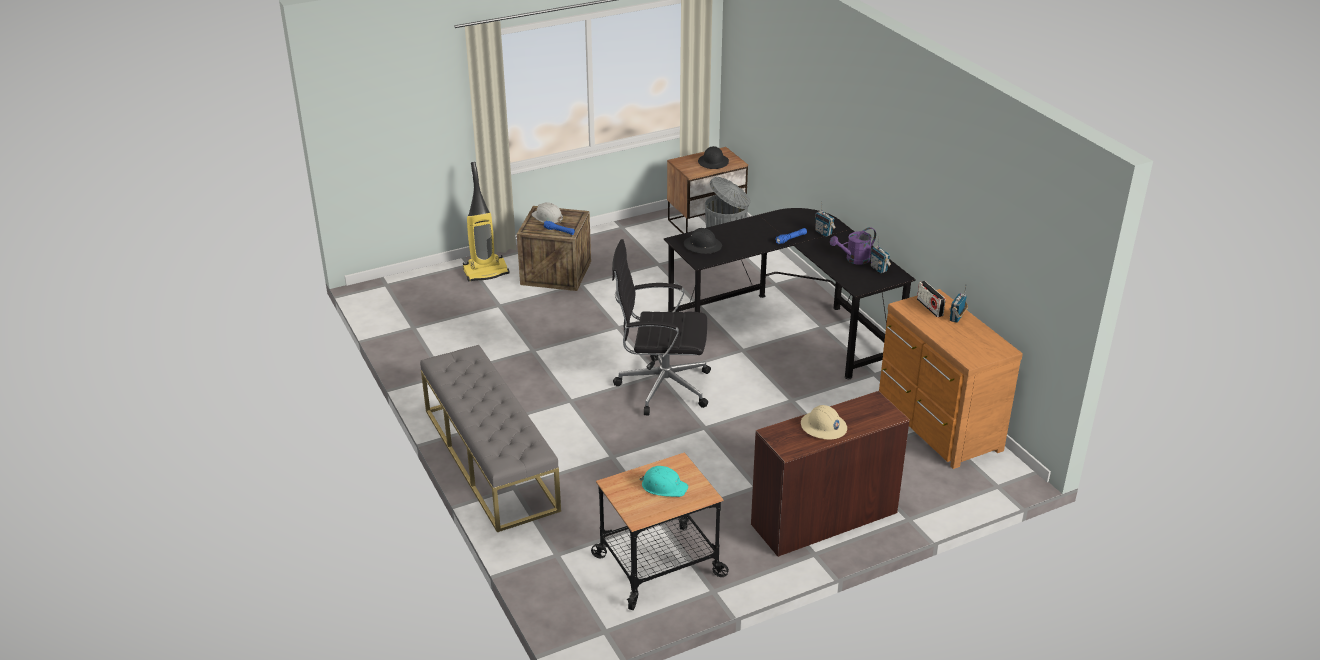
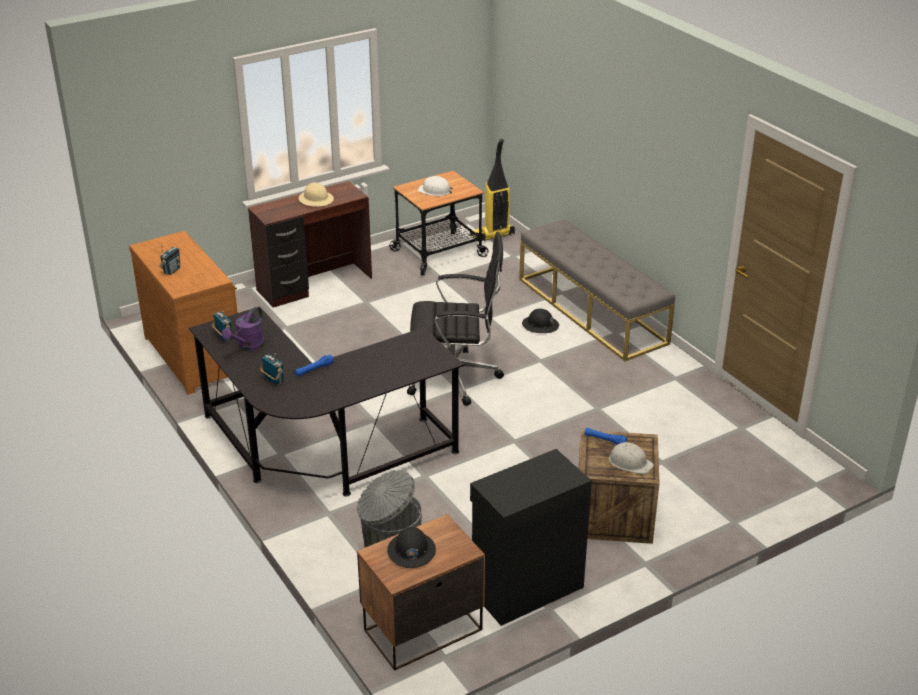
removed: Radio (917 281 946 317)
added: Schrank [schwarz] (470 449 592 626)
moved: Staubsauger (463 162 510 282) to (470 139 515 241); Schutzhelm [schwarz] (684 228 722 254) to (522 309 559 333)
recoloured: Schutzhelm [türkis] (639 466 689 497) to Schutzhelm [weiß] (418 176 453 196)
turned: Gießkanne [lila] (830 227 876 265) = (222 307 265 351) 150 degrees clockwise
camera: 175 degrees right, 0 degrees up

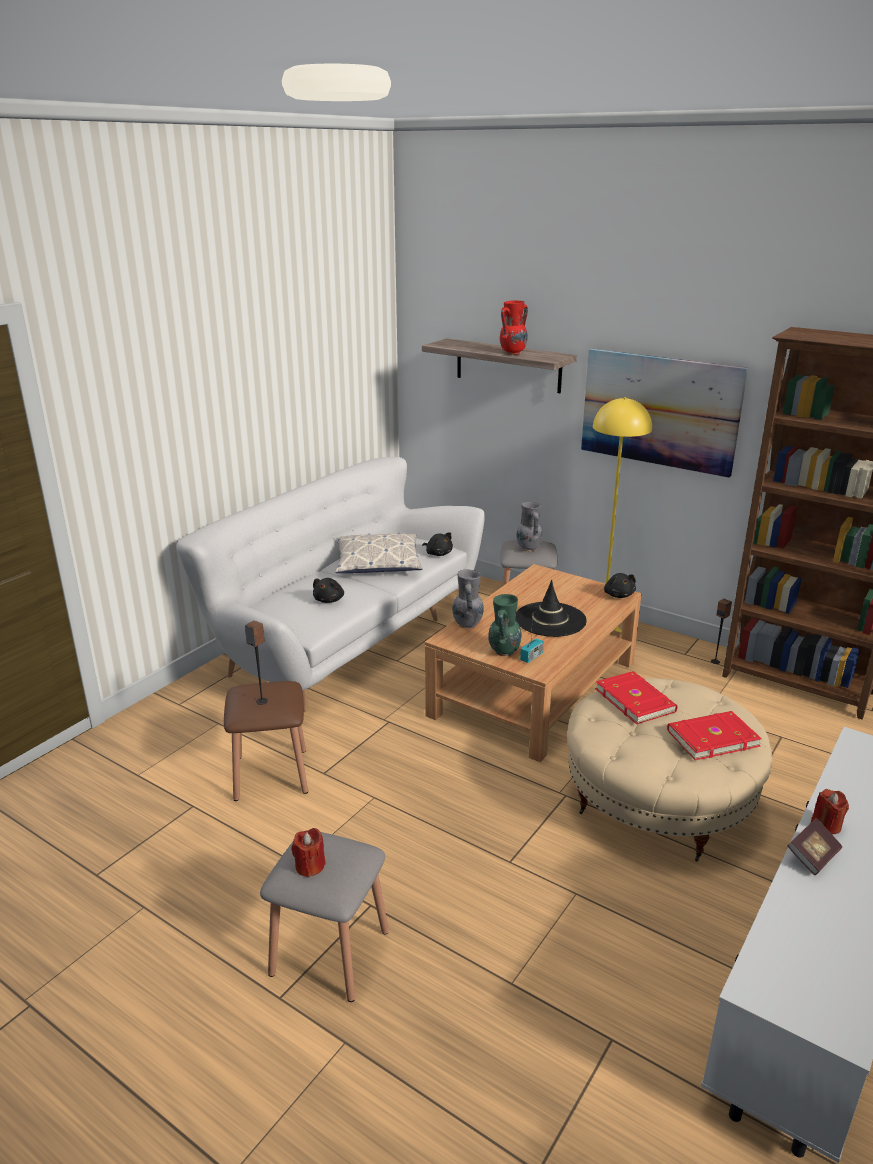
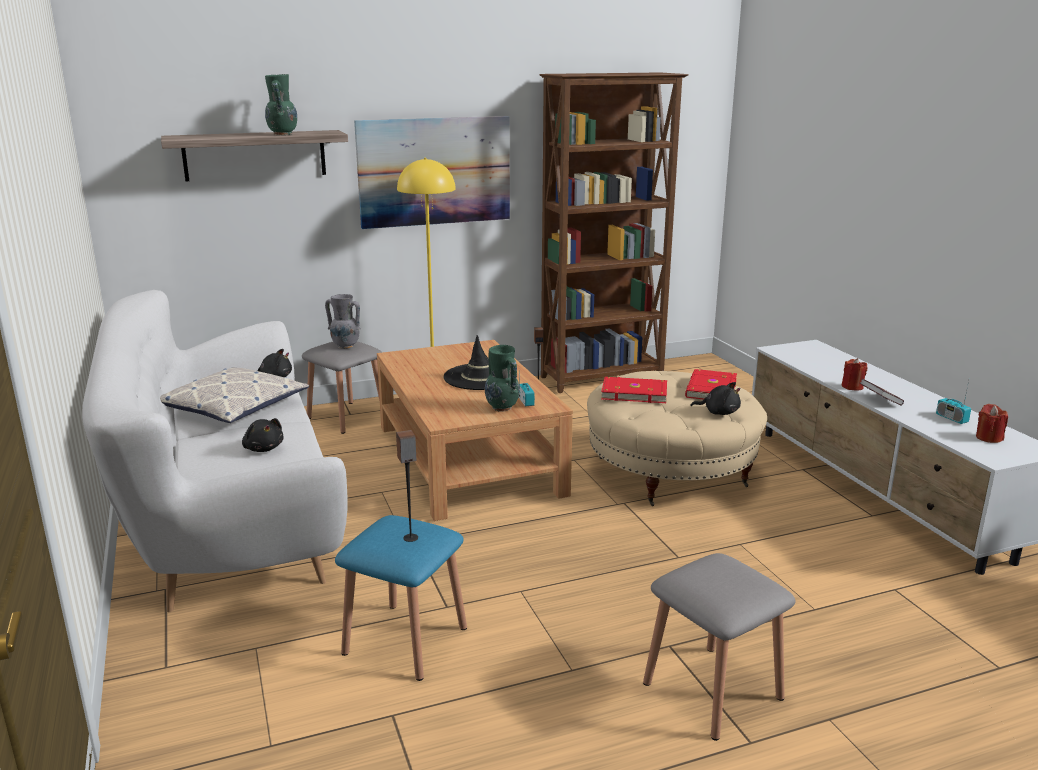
removed: Vase [grau] (452 569 484 628)
added: Radio (936 381 971 424)
moved: Kerze [rot] (291 828 326 878) to (976 404 1008 443); Plüschtier [schwarz] (604 573 636 598) to (690 382 741 415)
recoloured: Hocker [braun] (224 681 308 801) to Hocker [blau] (335 515 467 681); Vase [rot] (500 300 528 355) to Vase [grün] (265 74 297 135)
camera: 55 degrees left, 5 degrees down

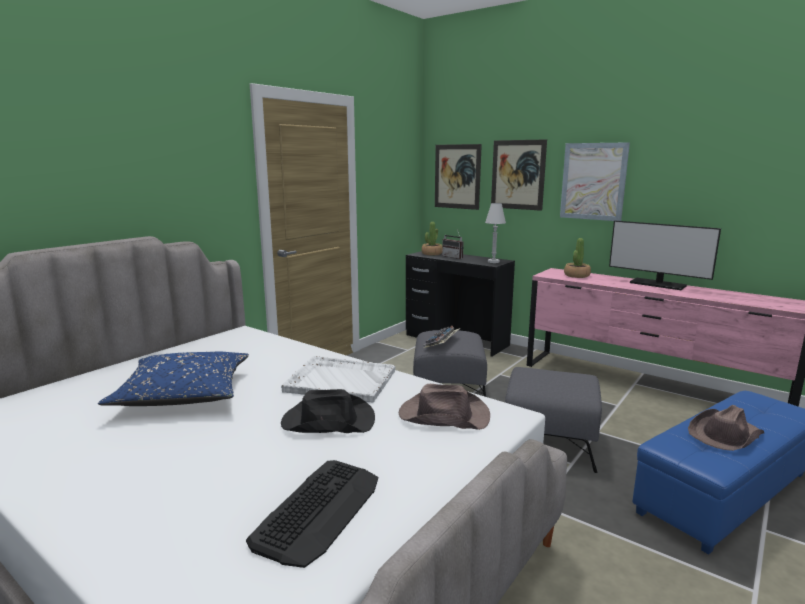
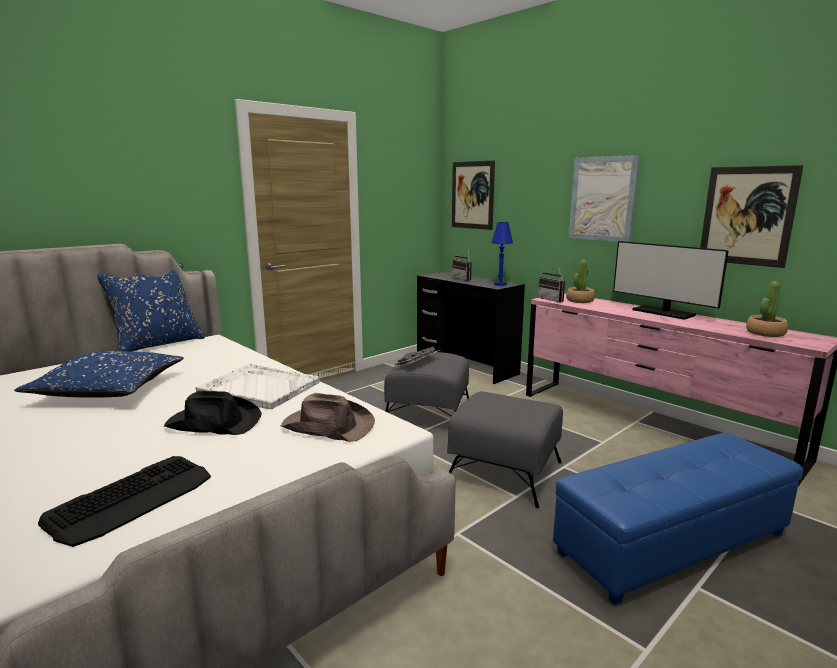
removed: Hut [braun] (688 405 764 451)
added: Kissen [blau] (97 263 205 352); Radio (538 265 565 303)
moved: Topfpflanze (422 222 442 255) to (746 281 788 337); Bild (491 139 547 211) to (700 165 803 268)
recoloured: Tischlampe [weiß] (485 203 506 263) to Tischlampe [blau] (491 222 513 286)
camera: 10 degrees right, 0 degrees up

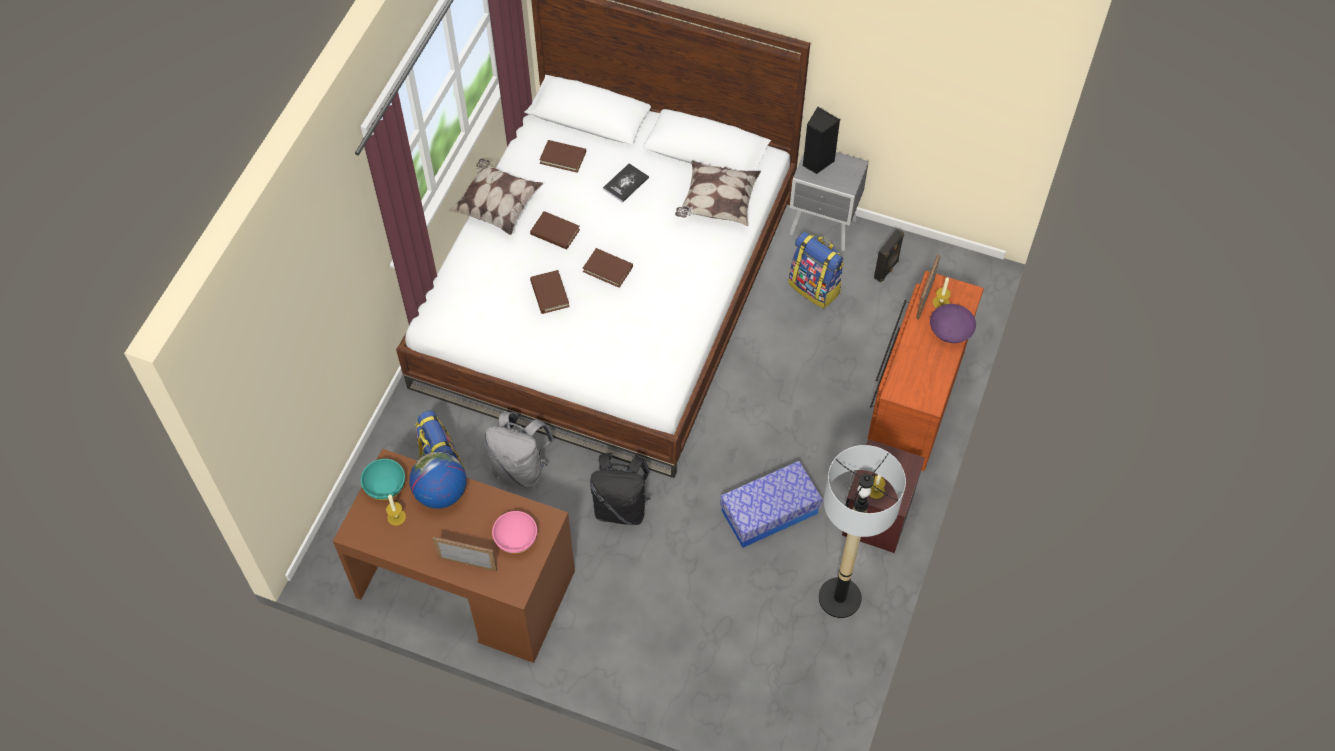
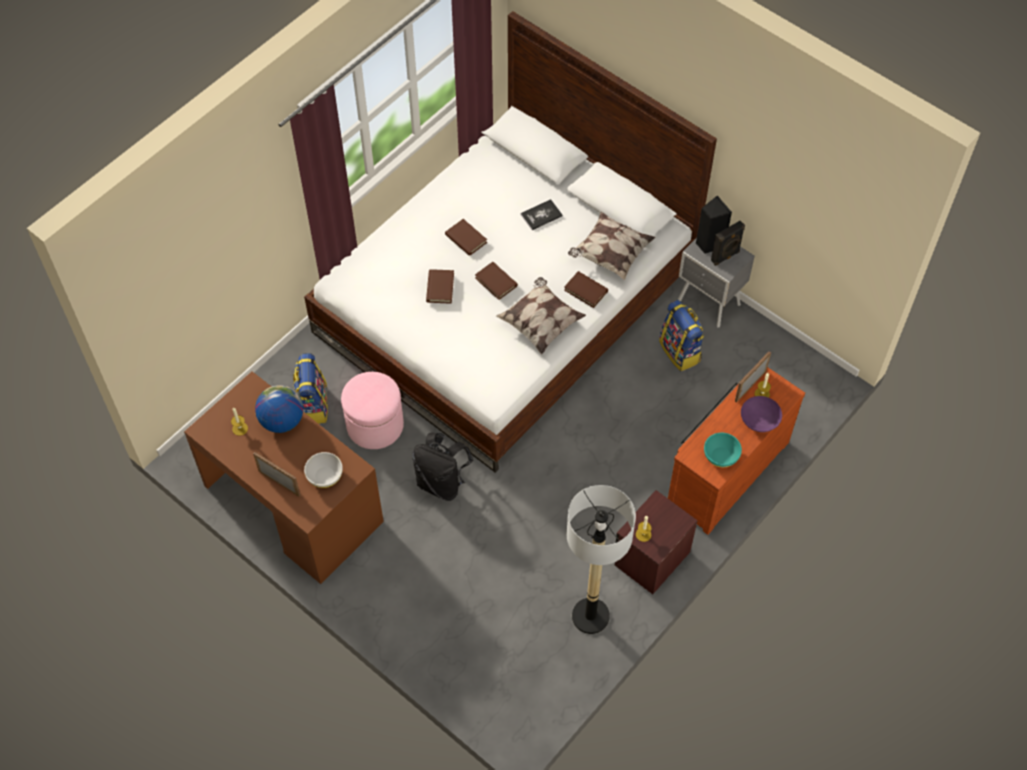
removed: Aufbewahrungsbox (720 461 823 548)
moved: Schüssel [türkis] (361 459 405 500) to (704 433 742 467); Kissen (448 158 543 235) to (496 277 586 354); Buch [braun] (539 140 586 173) to (564 271 608 308); Lautsprecher [schwarz] (874 229 904 282) to (711 221 745 266)
replaced: Rucksack [grau] (485 412 554 488) to Polsterhocker [rosa] (341 372 404 449)
recoloured: Schüssel [rosa] (492 511 537 554) to Schüssel [weiß] (304 452 343 488)
camera: 20 degrees right, 0 degrees up

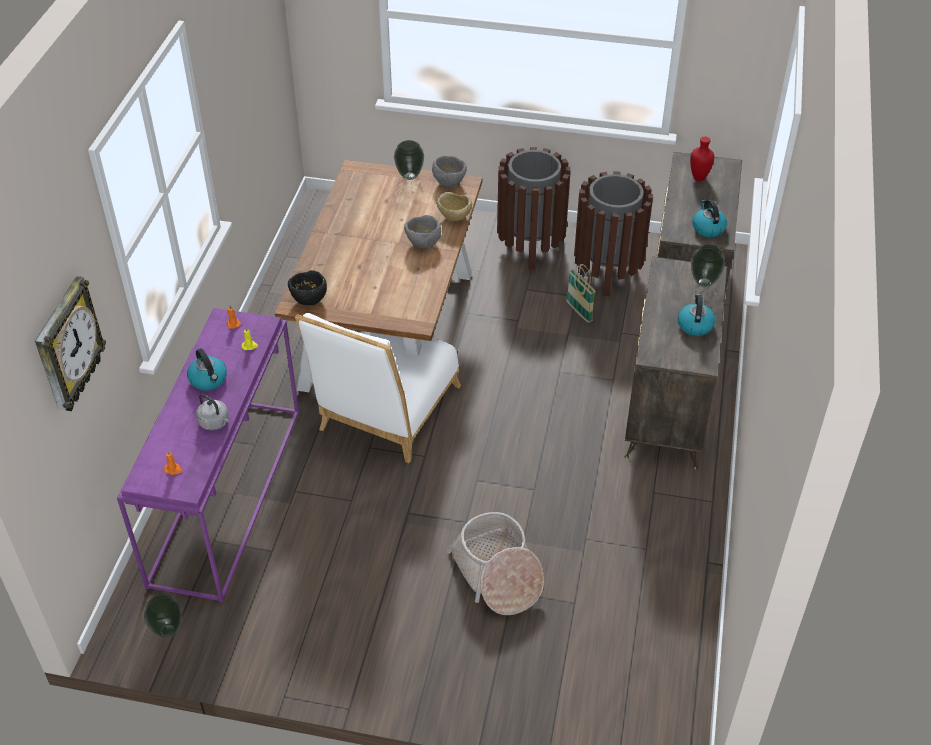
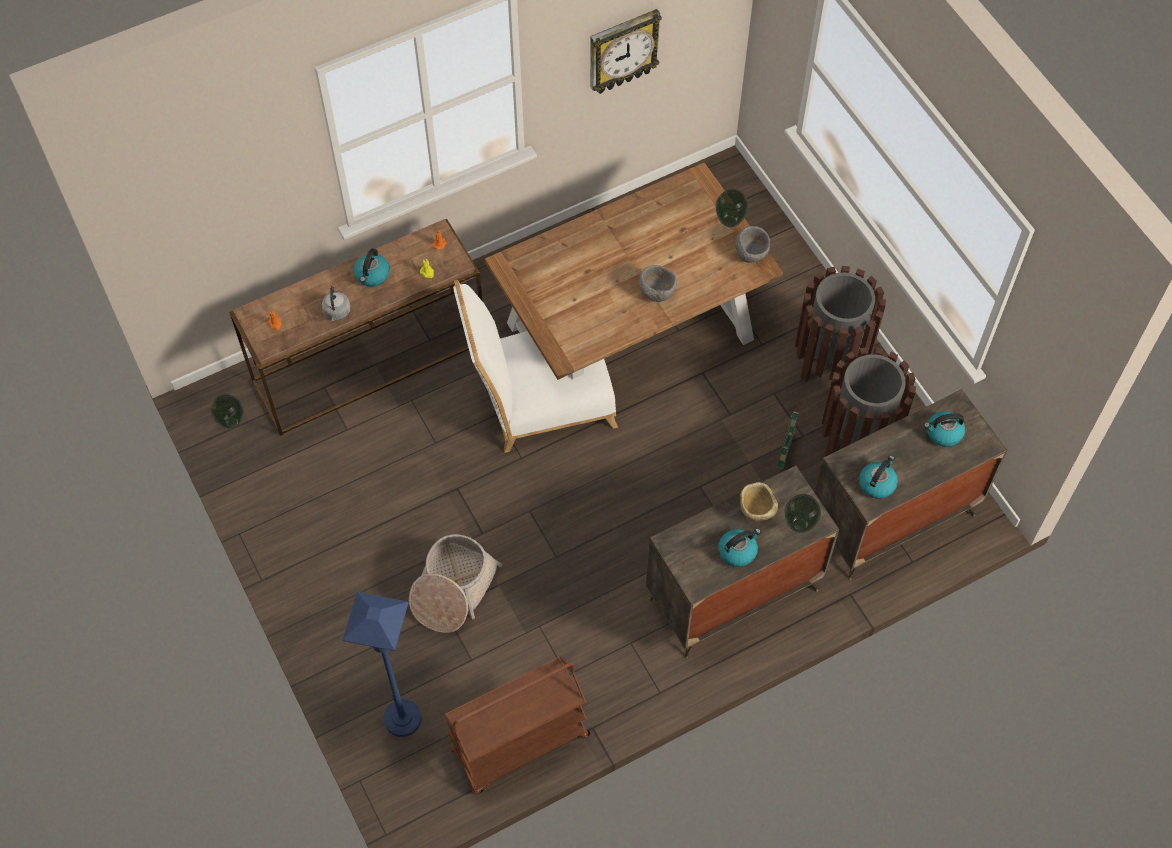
removed: Schüssel [schwarz] (288 270 327 305)
added: Stehlampe [blau] (343 592 421 737); Rollwagen [braun] (444 656 590 795)
moved: Wanduhr (35 276 106 411) to (590 9 662 94); Schüssel [beige] (436 192 472 221) to (740 482 778 521)
replaced: Vase [rot] (690 136 714 181) to Wasserkessel (924 411 965 447)
recoloured: Konsolentisch [lila] (117 308 299 602) to Konsolentisch [braun] (229 219 482 436)
camera: 50 degrees right, 15 degrees up

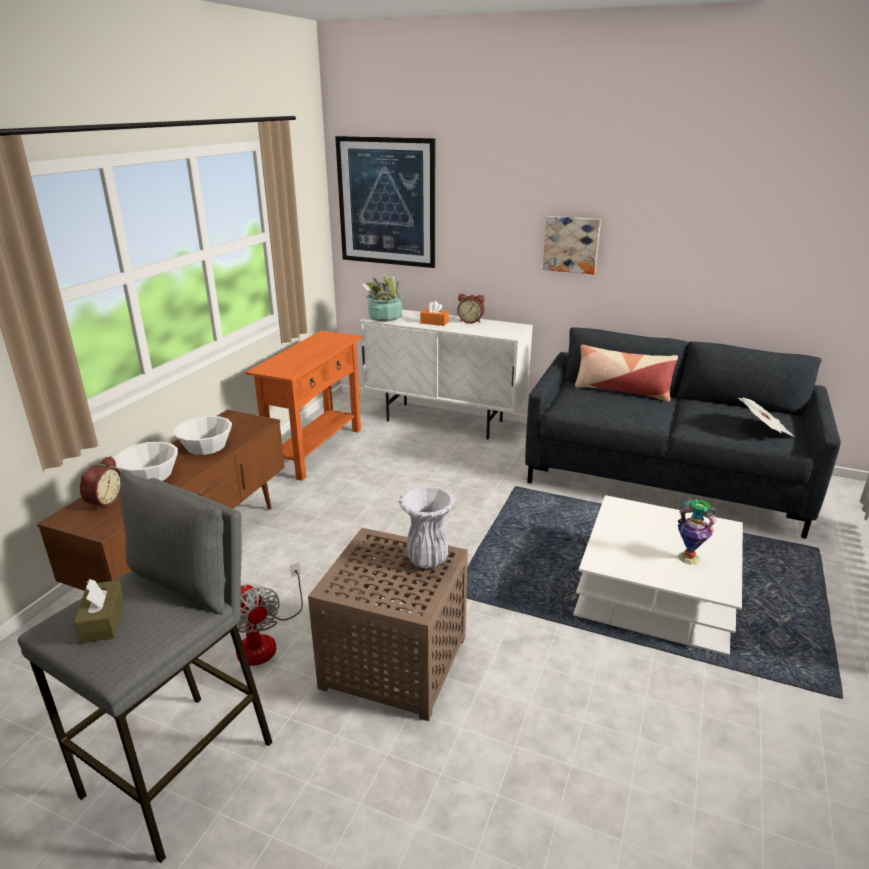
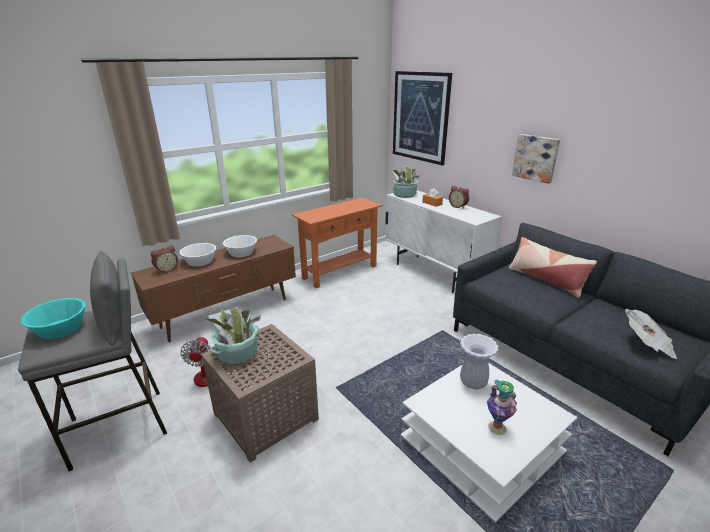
added: Topfpflanze (206 307 261 364)
moved: Vase [weiß] (399 486 455 569) to (460 334 499 390)
replaced: Taschentuchbox [braun] (74 579 125 643) to Schüssel [türkis] (21 298 85 339)
camera: 30 degrees right, 0 degrees up

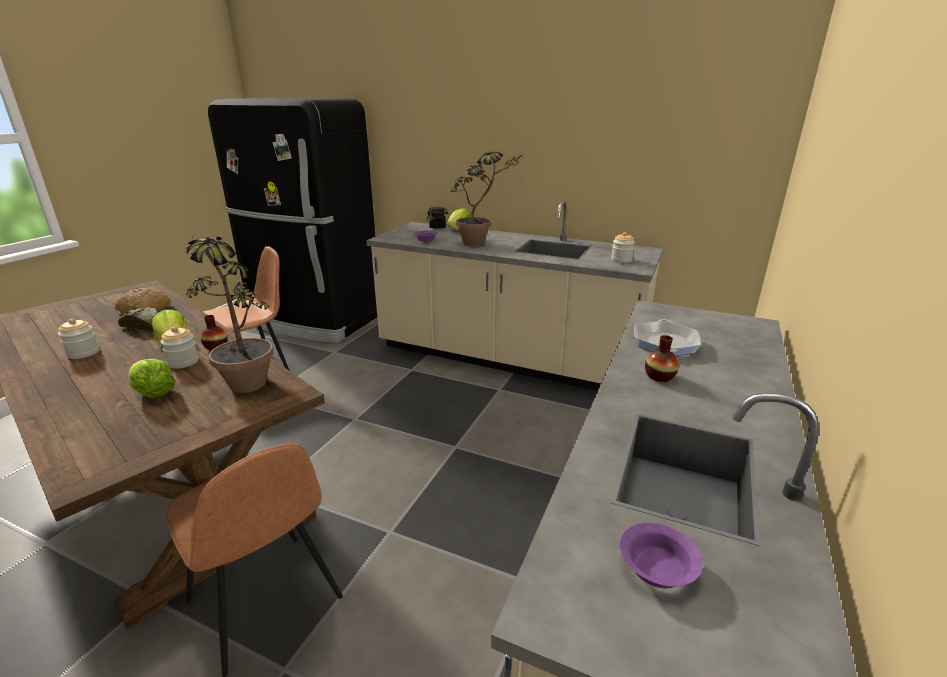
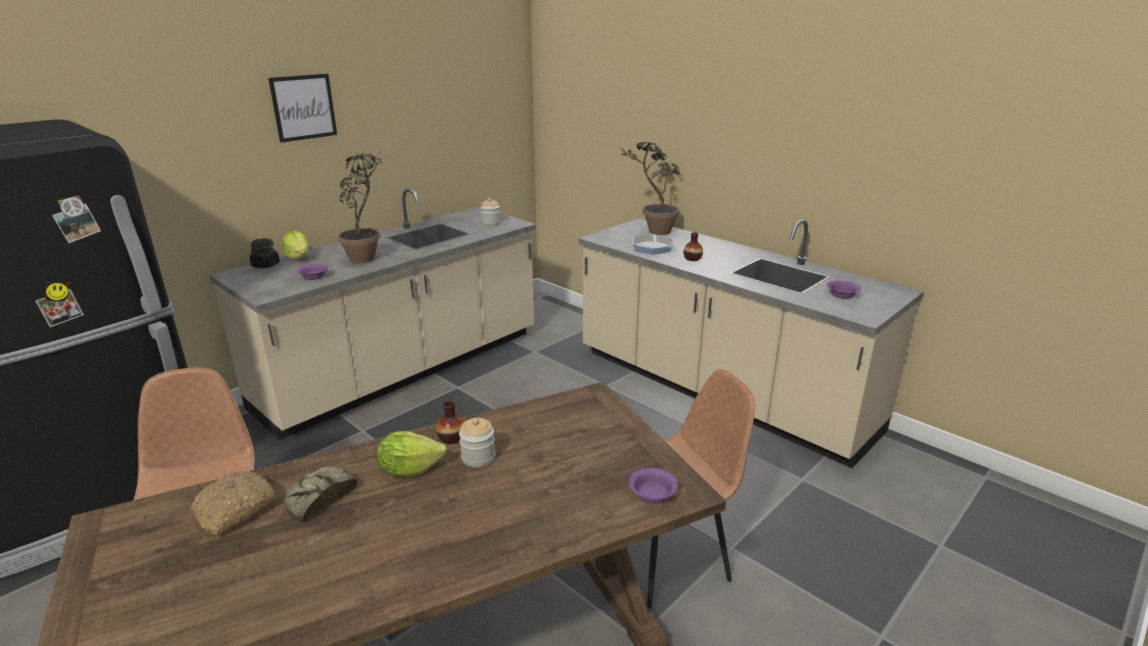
removed: Vorratsglas (58 319 99 359); Salatkopf (128 359 176 398)
added: Bild (268 74 337 143); Schüssel [lila] (629 468 678 504)
moved: Topfpflanze (185 231 273 393) to (621 142 680 235)
camera: 70 degrees left, 0 degrees up

